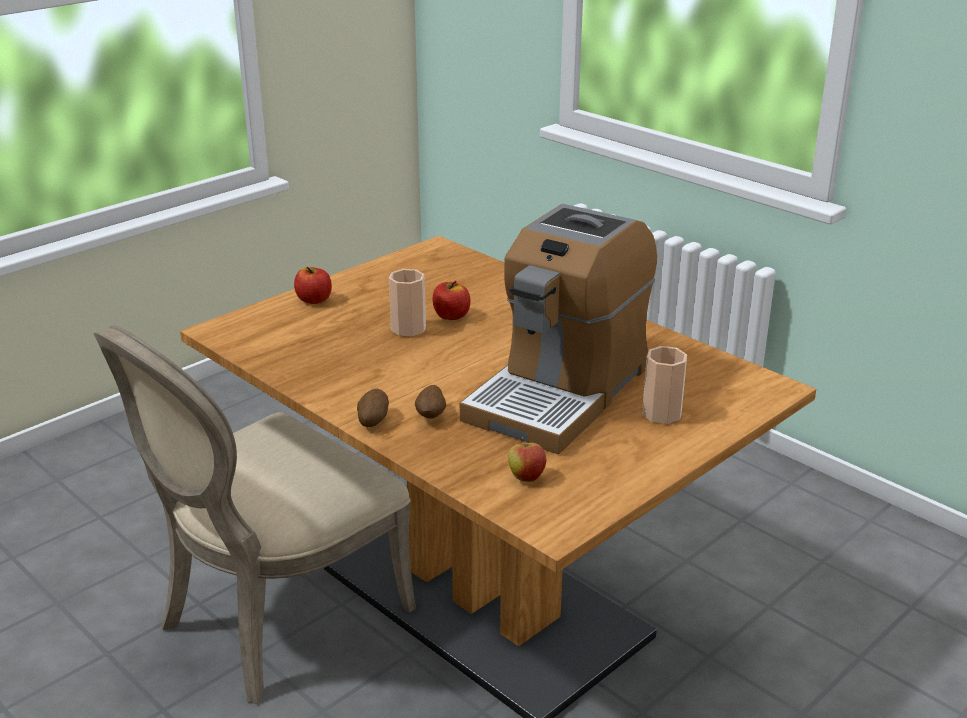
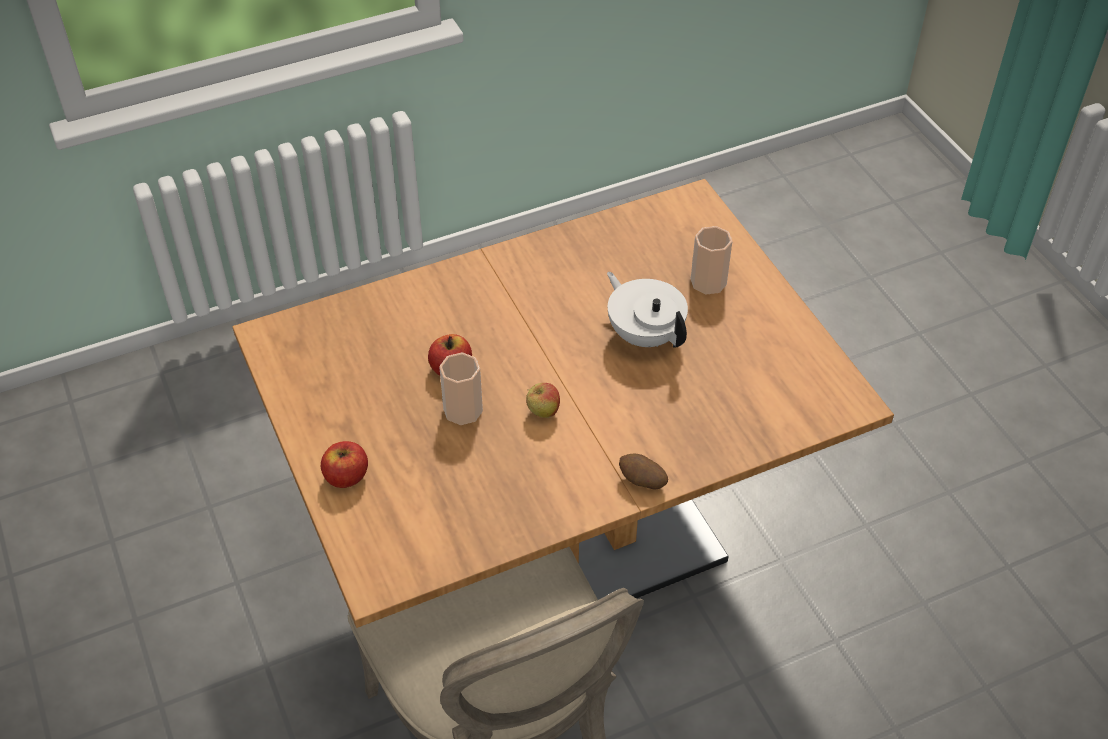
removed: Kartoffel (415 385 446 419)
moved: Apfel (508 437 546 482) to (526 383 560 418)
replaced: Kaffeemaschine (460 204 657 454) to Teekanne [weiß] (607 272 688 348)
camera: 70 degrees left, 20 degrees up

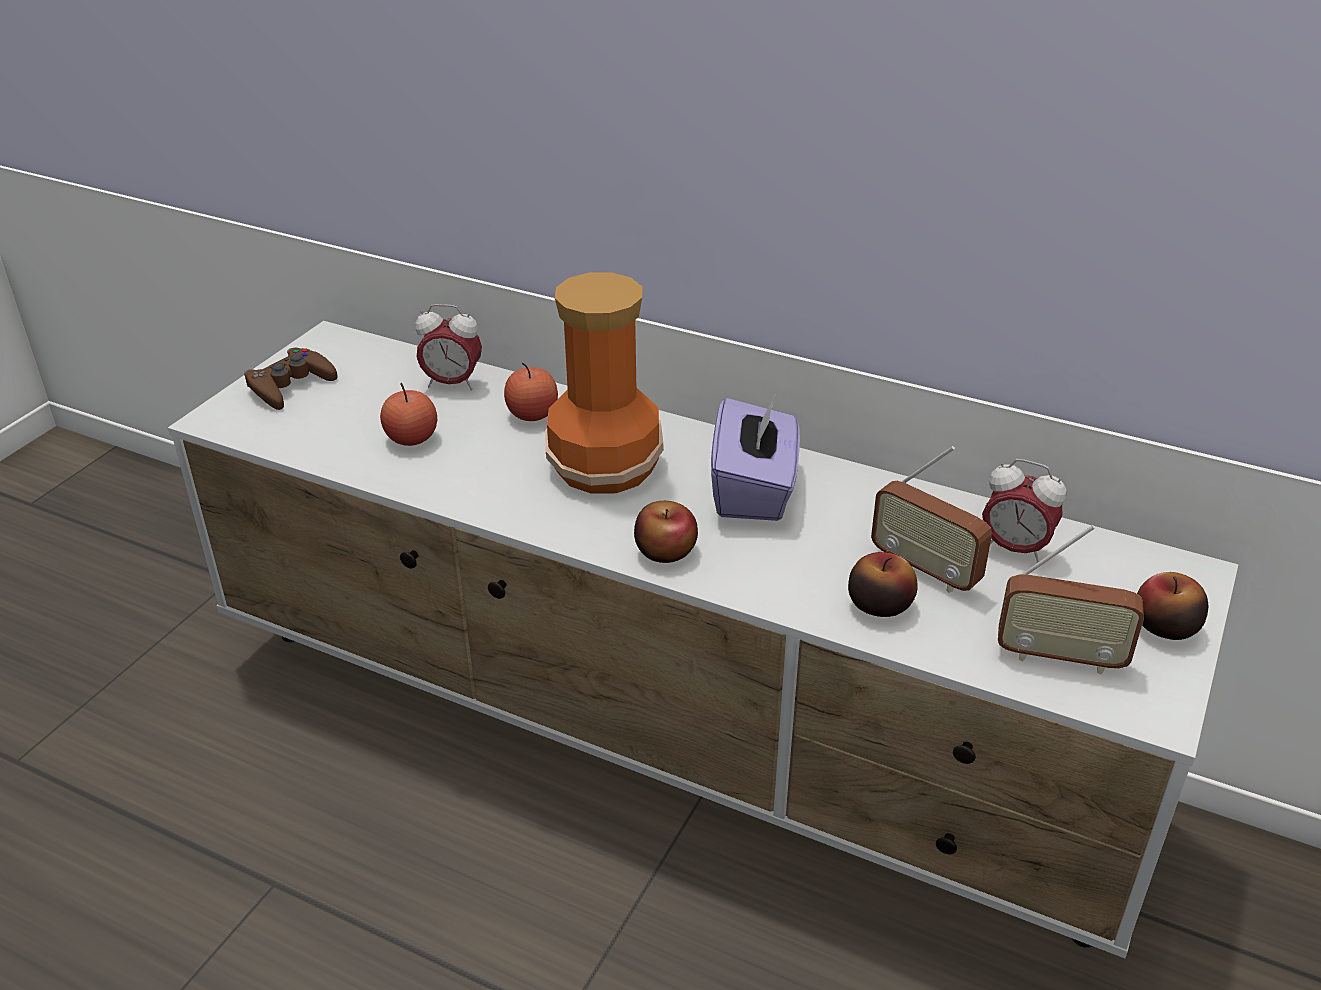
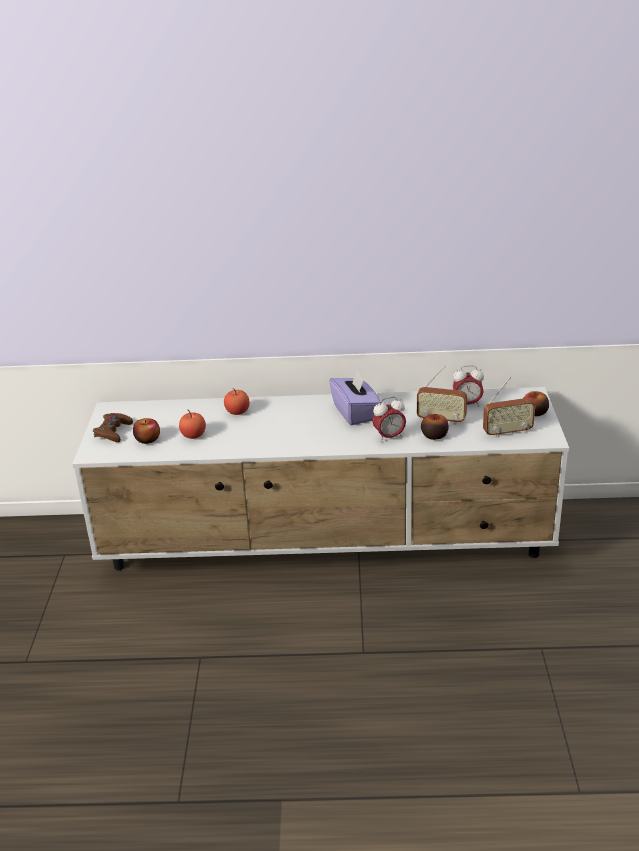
removed: Vase (545 272 664 494)
moved: Wecker (415 304 482 390) to (372 397 406 442); Apfel (634 501 698 563) to (133 418 160 444)
camera: 25 degrees left, 5 degrees down

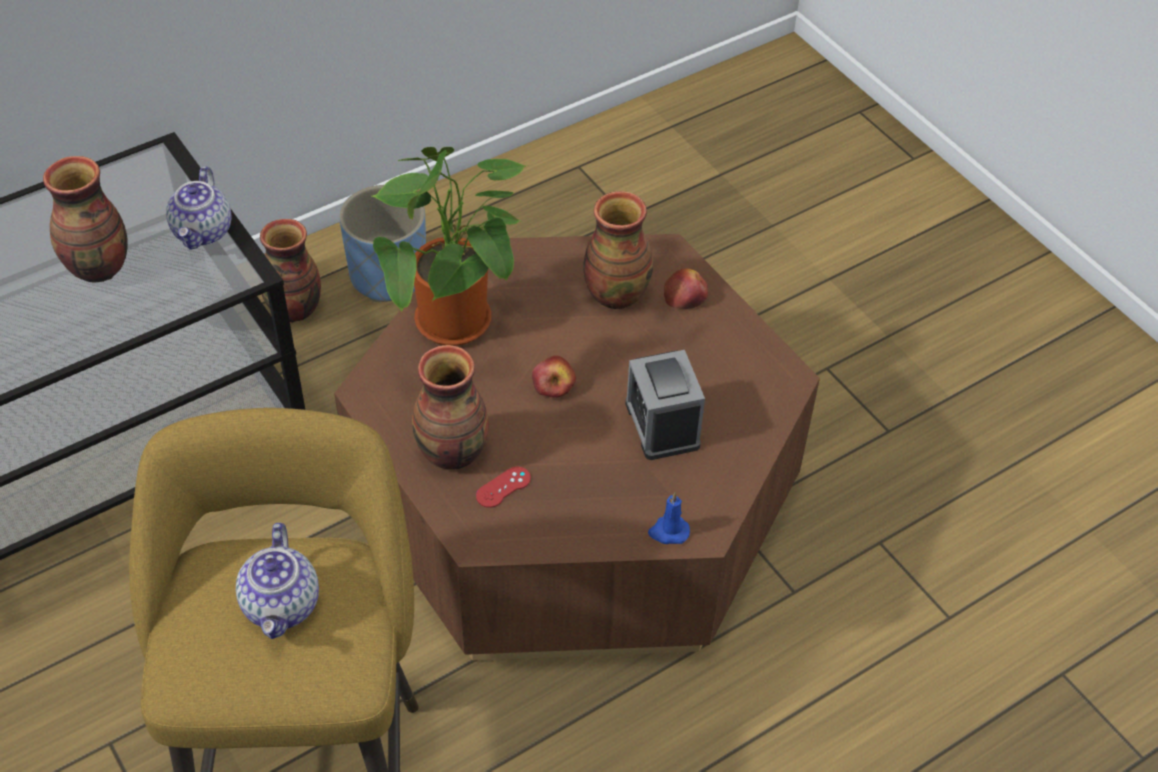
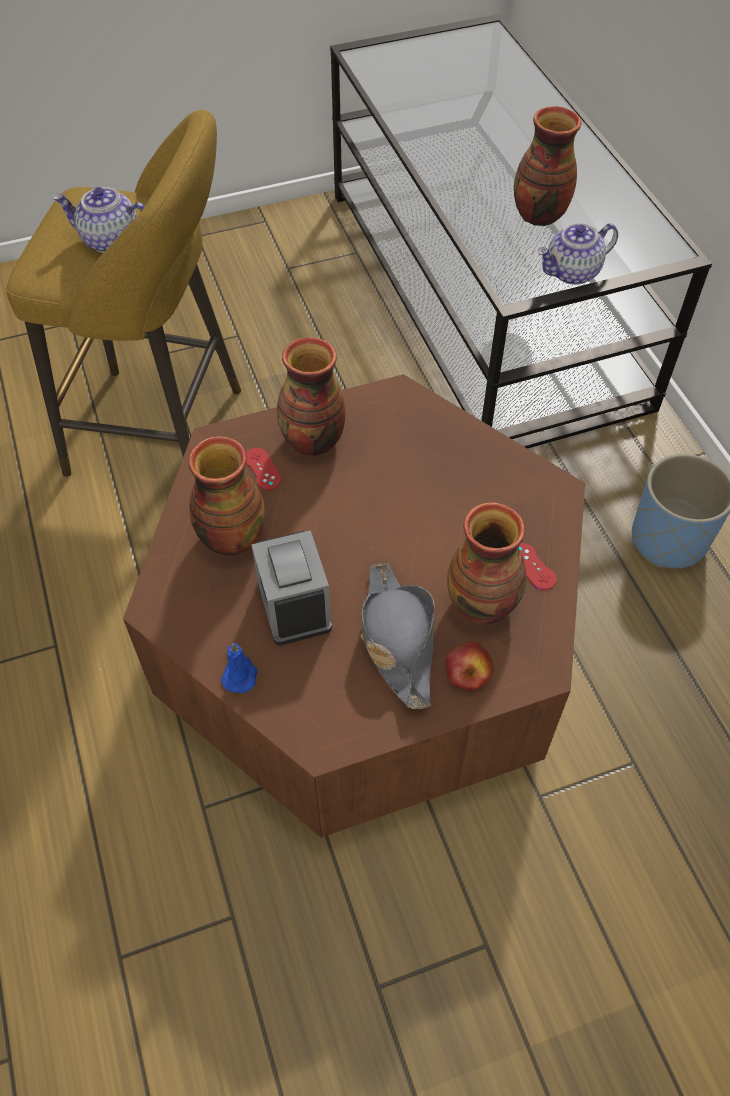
removed: Topfpflanze (372 147 528 346); Apfel (532 355 576 398)
added: Hut [grau] (361 563 435 709); Gamepad [rot] (518 543 557 590)
moved: Vase (260 219 321 323) to (189 436 265 556); Kerze [blau] (648 492 690 544) to (221 643 257 693)
turned: Teekanne (166 166 231 250) = (537 223 618 285) 45 degrees counterclockwise; Wecker (625 350 705 460) = (251 530 332 646) 105 degrees counterclockwise
camera: 105 degrees right, 5 degrees up

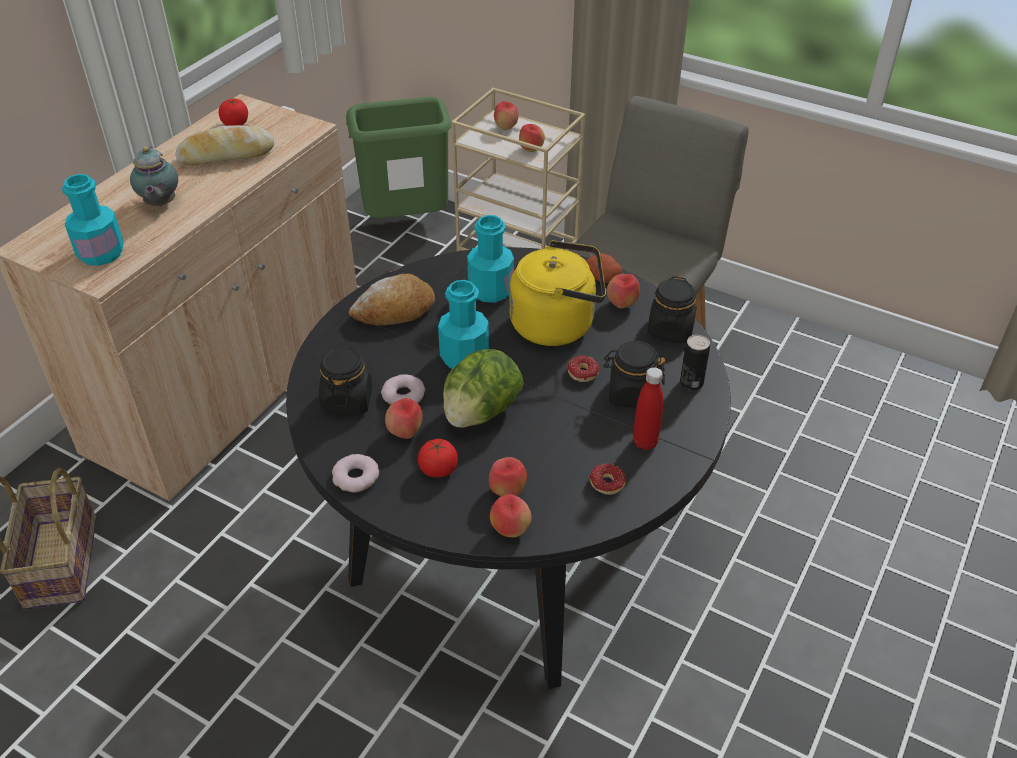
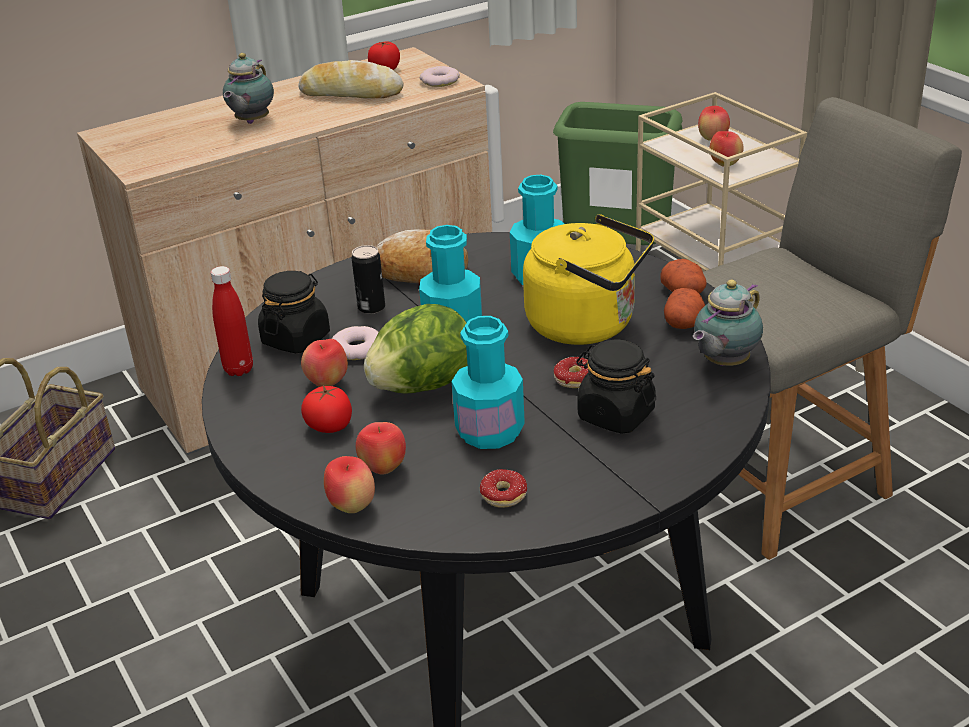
moved: Flasche [türkis] (62 174 124 266) to (452 316 525 449); Donut (332 454 379 493) to (420 66 460 87); Flasche [rot] (633 367 664 450) to (211 266 253 376); Dose (680 335 710 390) to (352 245 385 314)
replaced: Apfel (607 274 640 309) to Kartoffel (664 288 705 329); Vorratsglas [schwarz] (647 276 697 343) to Teekanne (693 280 763 366)
camera: 30 degrees right, 10 degrees down

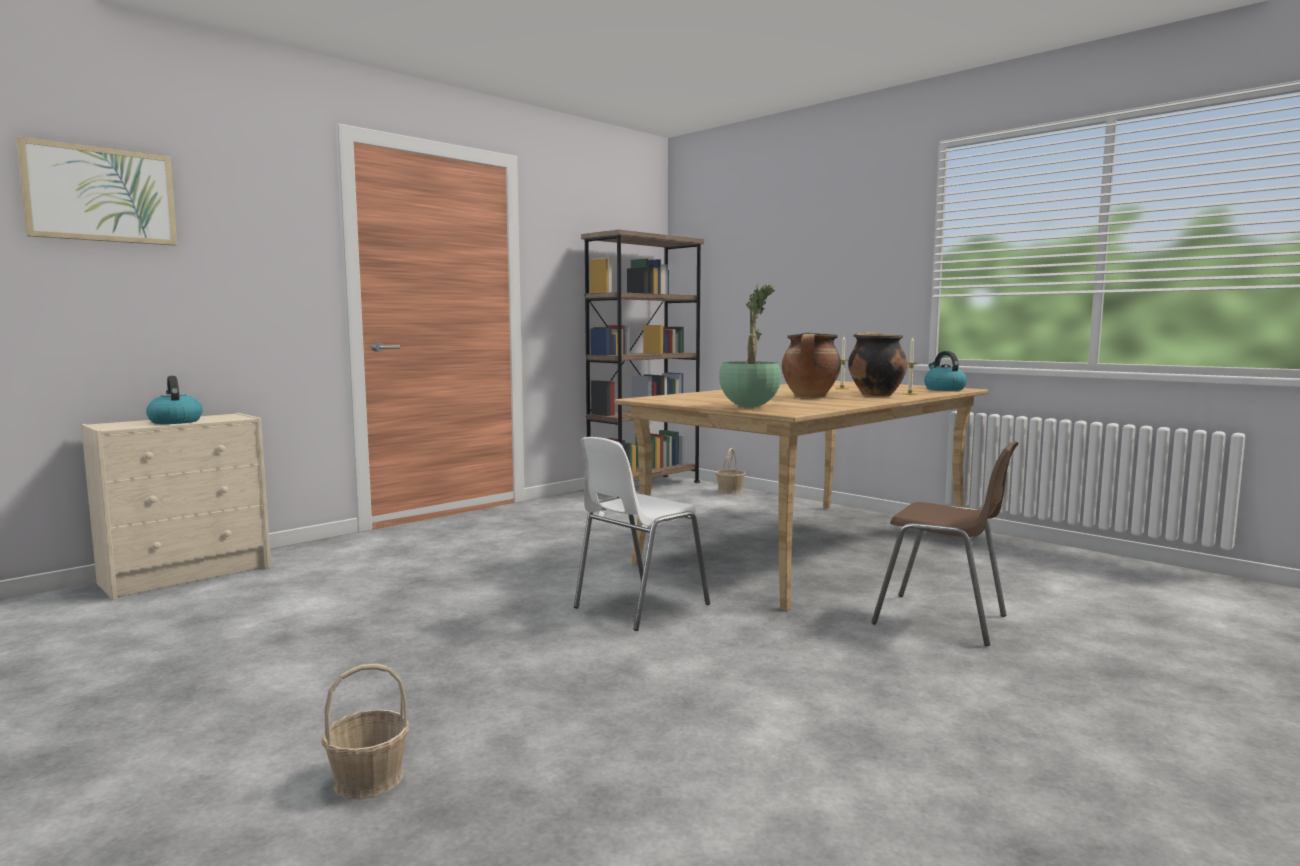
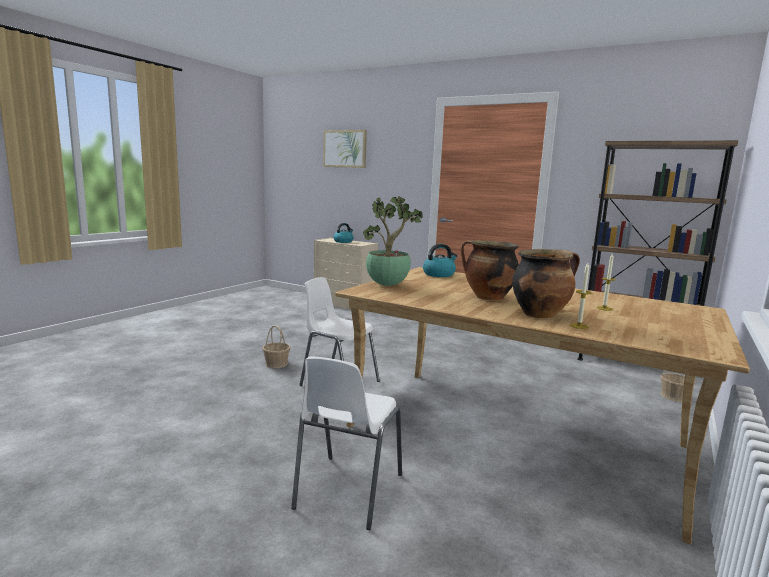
moved: Korb (322 664 409 799) to (262 325 290 368); Wasserkessel (924 351 967 391) to (423 244 457 277)
recoloured: Stuhl [braun] (871 441 1019 646) to Stuhl [weiß] (291 357 402 530)
camera: 75 degrees right, 5 degrees up

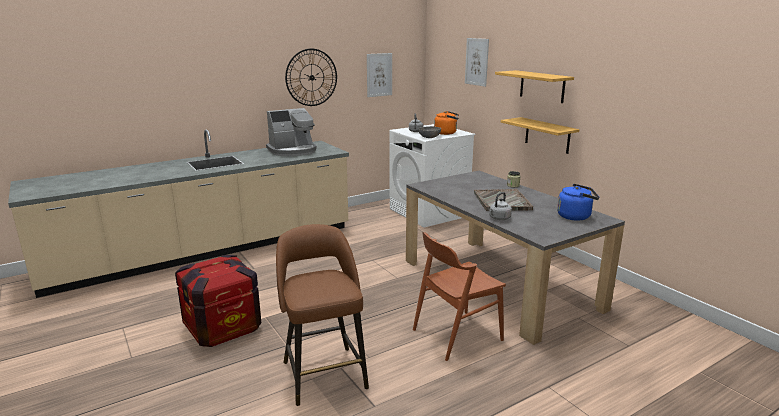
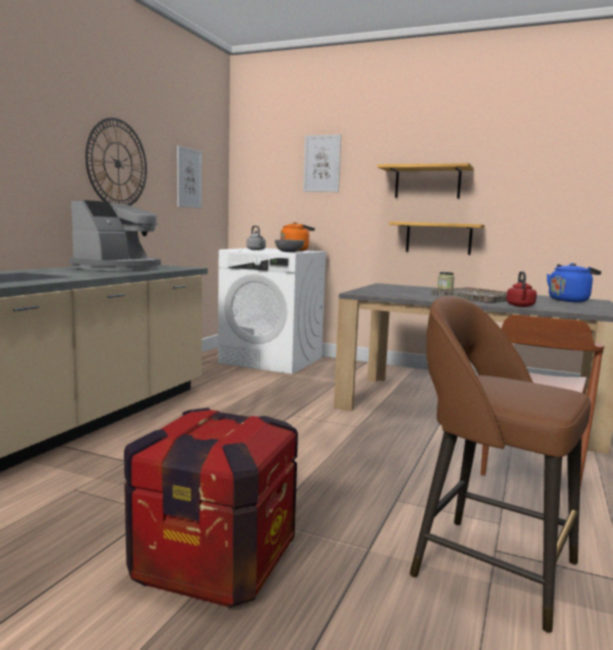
recoloured: Wasserkessel [grau] (489 192 512 220) to Wasserkessel [rot] (506 271 537 307)
camera: 35 degrees left, 10 degrees down

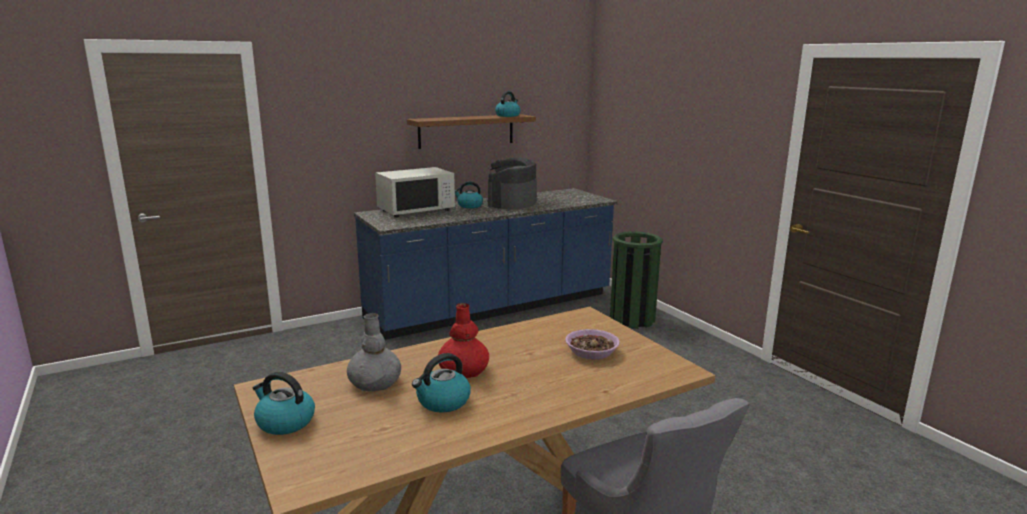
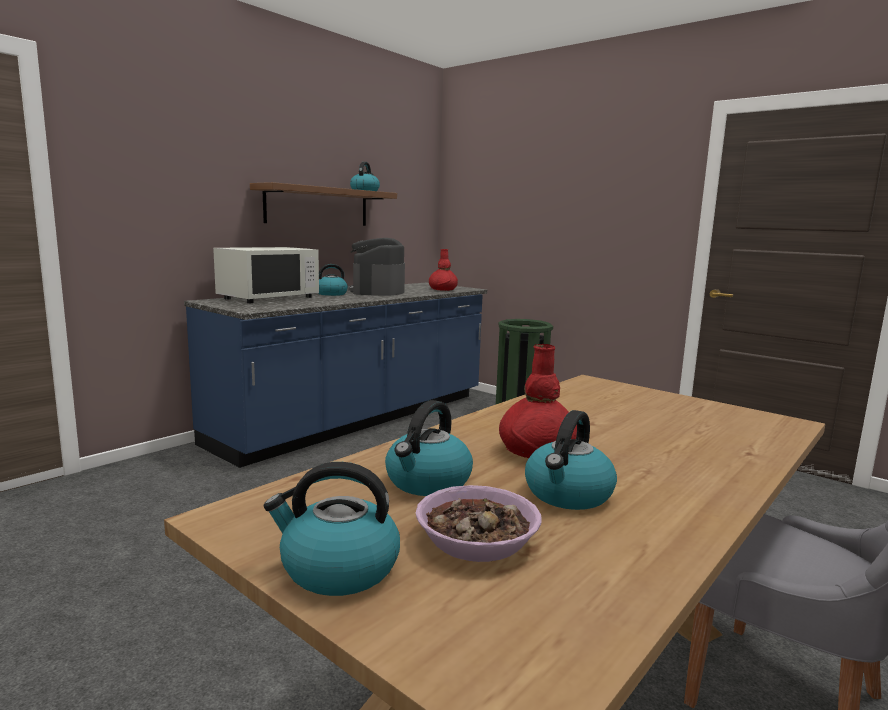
added: Vase [rot] (429 249 458 291)
moved: Schüssel (565 329 620 360) to (416 485 542 562)
replaced: Vase [grau] (347 313 401 392) to Wasserkessel (385 400 473 496)
camera: 20 degrees left, 5 degrees down

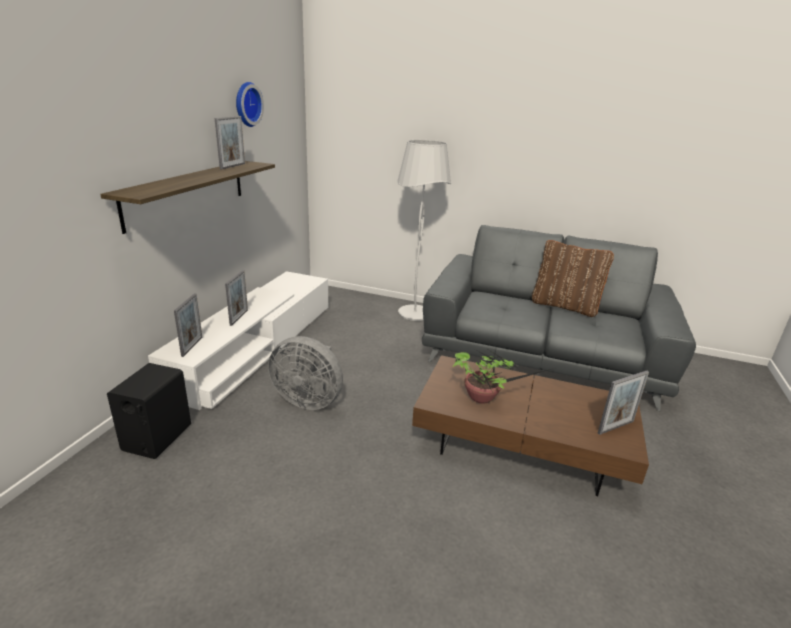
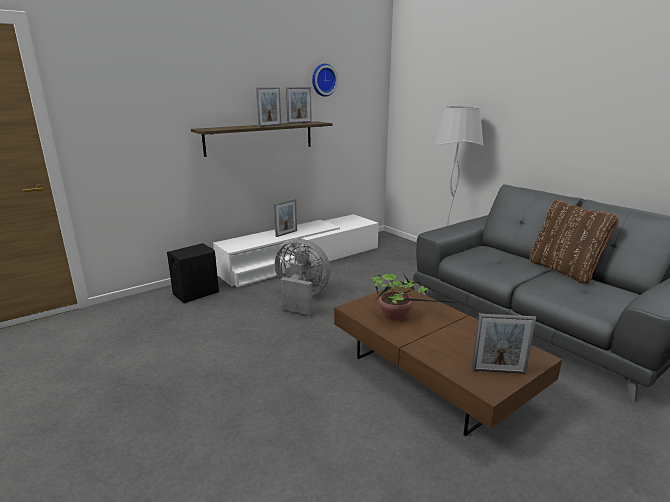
moved: Bilderrahmen (174 293 202 357) to (256 87 282 127)
turned: Ventilator [grau] (268 336 343 410) = (275 239 331 315) 150 degrees clockwise
camera: 35 degrees right, 5 degrees down

